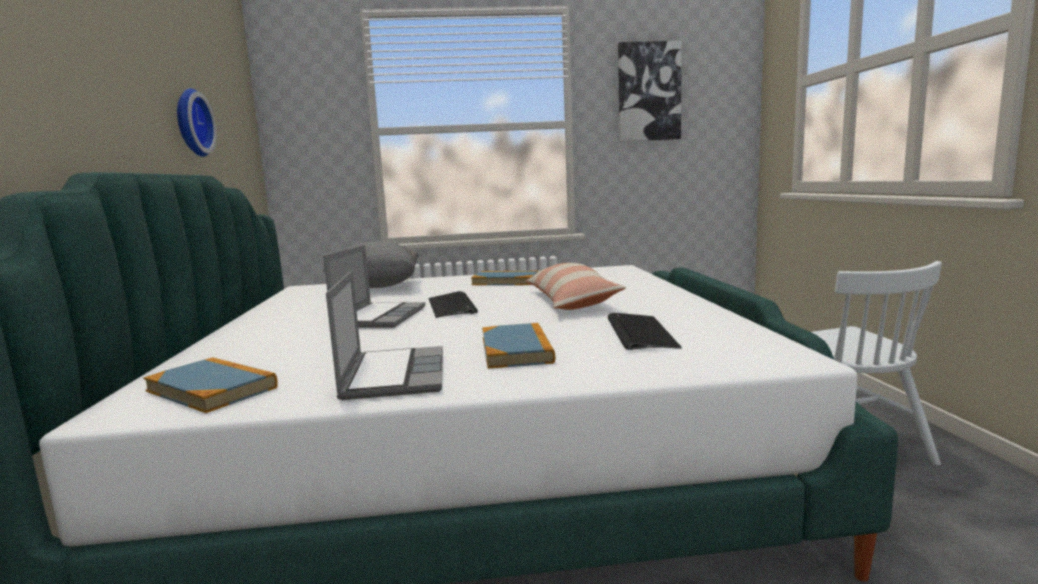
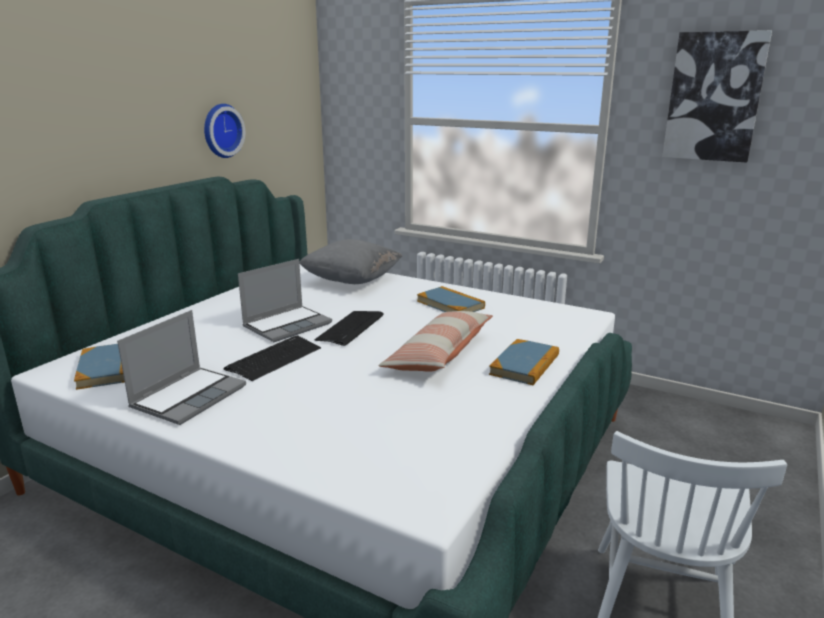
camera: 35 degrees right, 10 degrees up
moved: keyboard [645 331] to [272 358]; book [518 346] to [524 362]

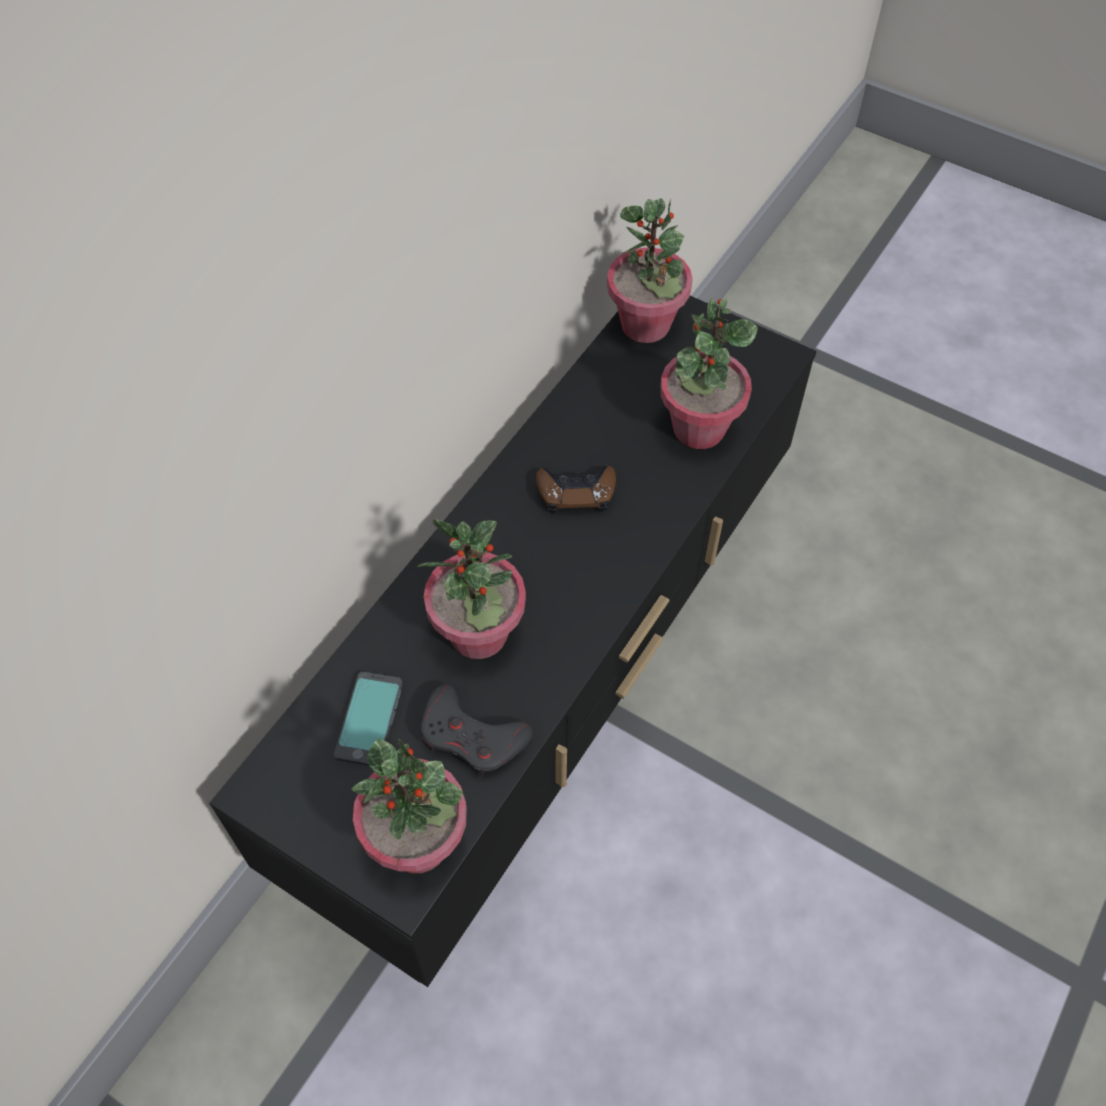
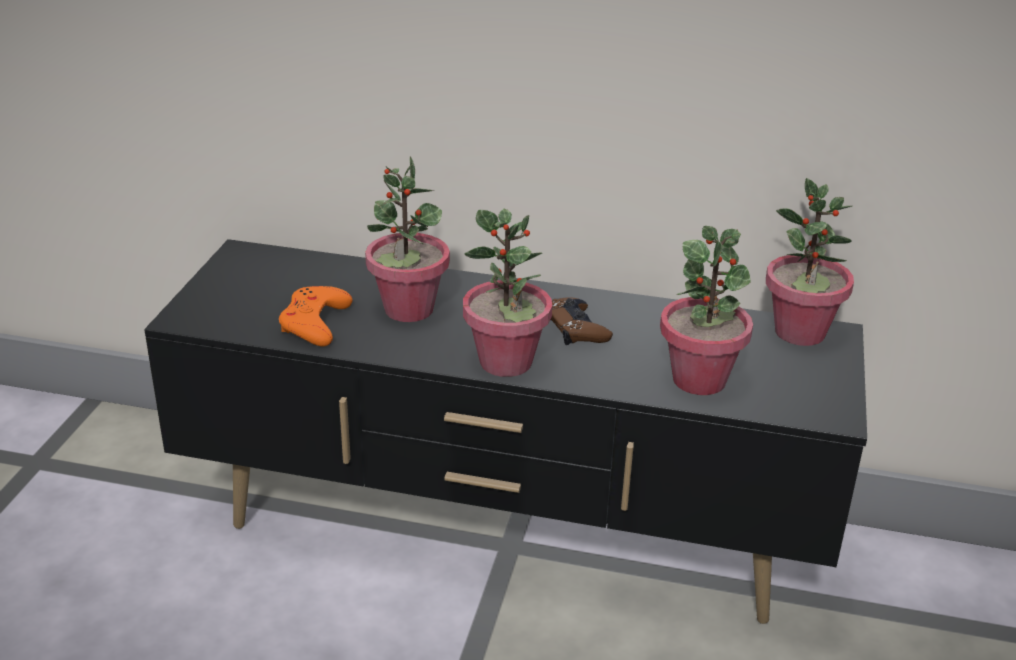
camera: 70 degrees right, 25 degrees down
removed: phone [368 719]
moved: potted plant [409 805] to [507 293]
recoloured: game controller (grey) [476 730] to game controller (orange) [316 316]

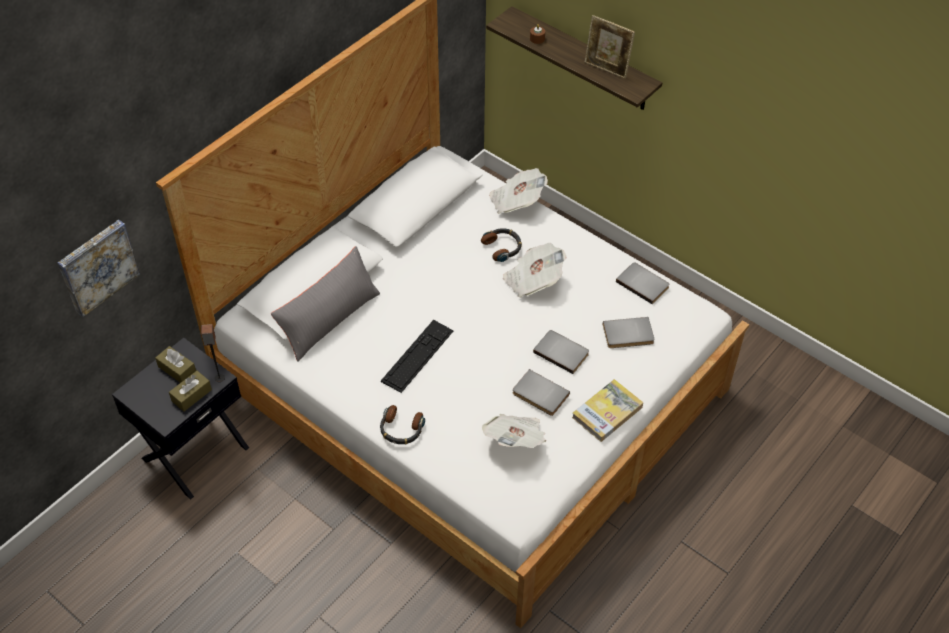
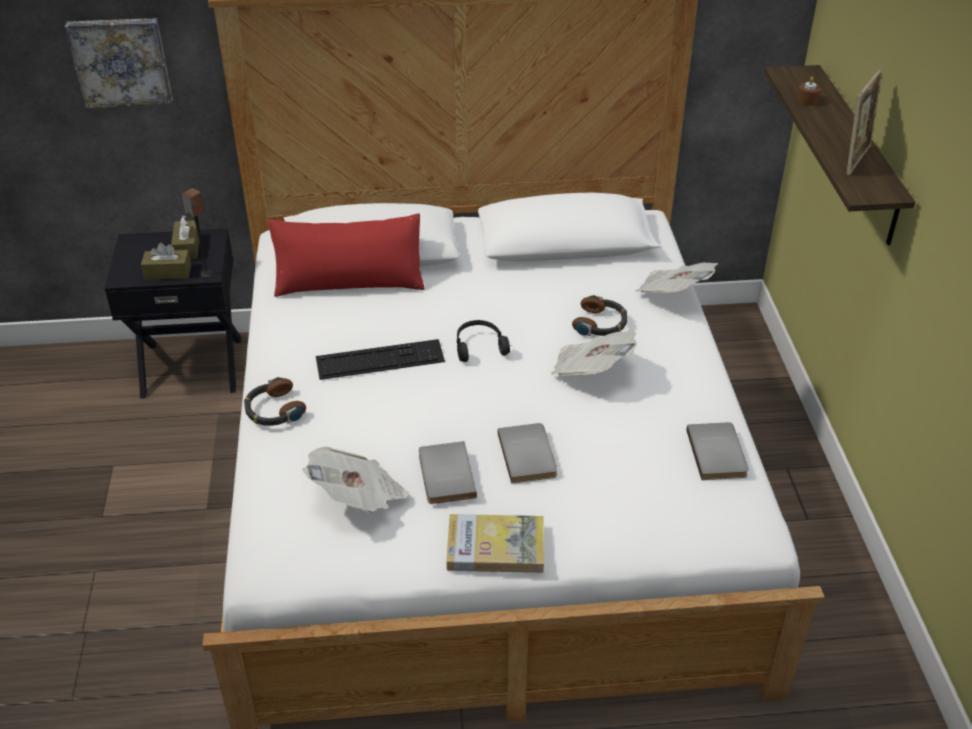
camera: 45 degrees right, 10 degrees down
removed: book (grey) [628 332]
added: headphones (black) [483 341]
recoloured: pillow (grey) [325 304] to pillow (red) [346 255]
turned: picture frame [610 47] = [864 122] 135 degrees counterclockwise

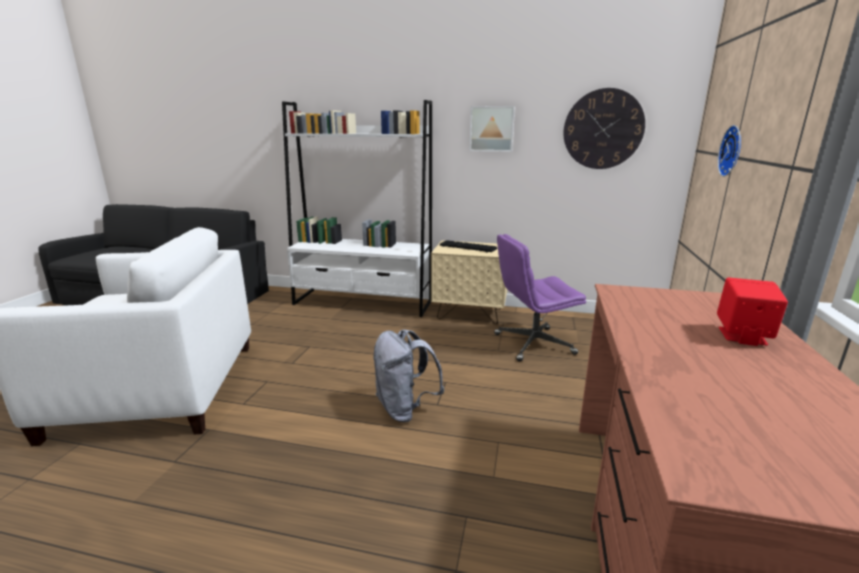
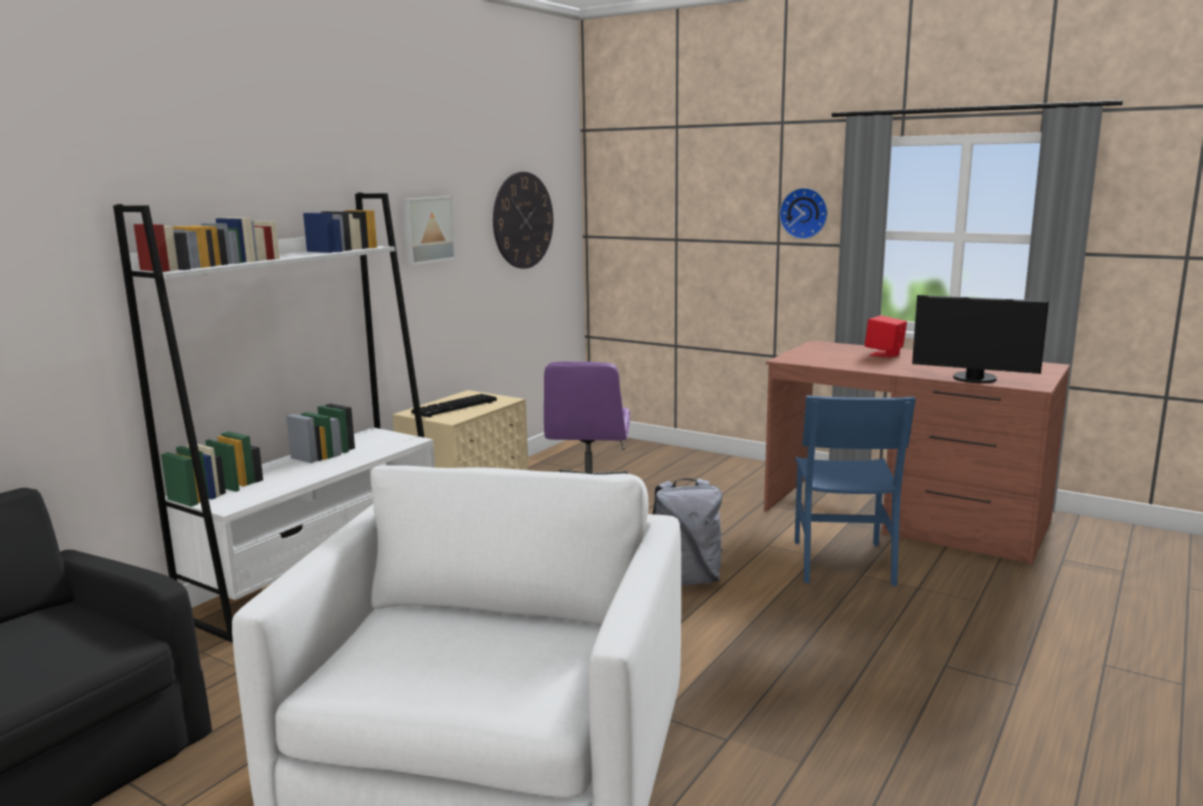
camera: 70 degrees left, 5 degrees down
added: chair (blue) [855 490]; monitor [980 339]
moved: wall clock [729 151] to [803 213]

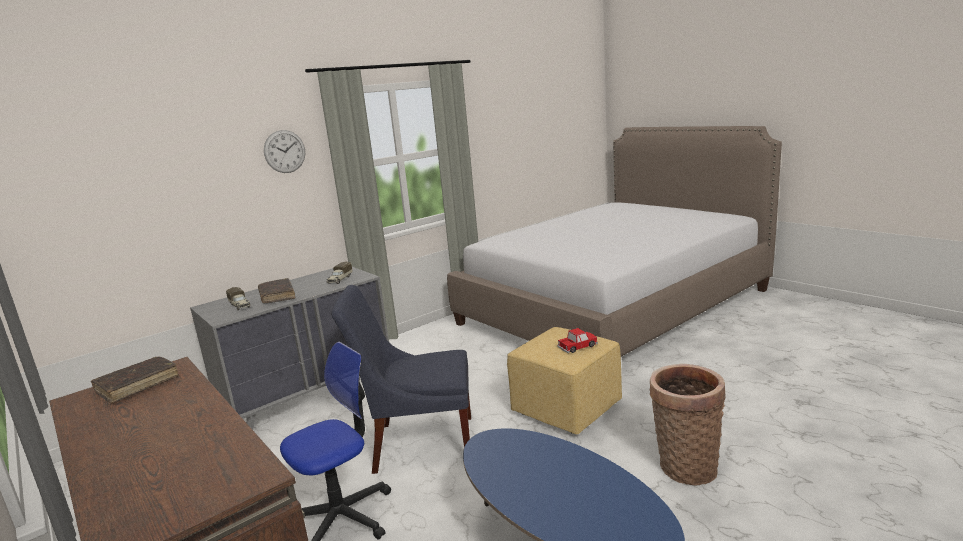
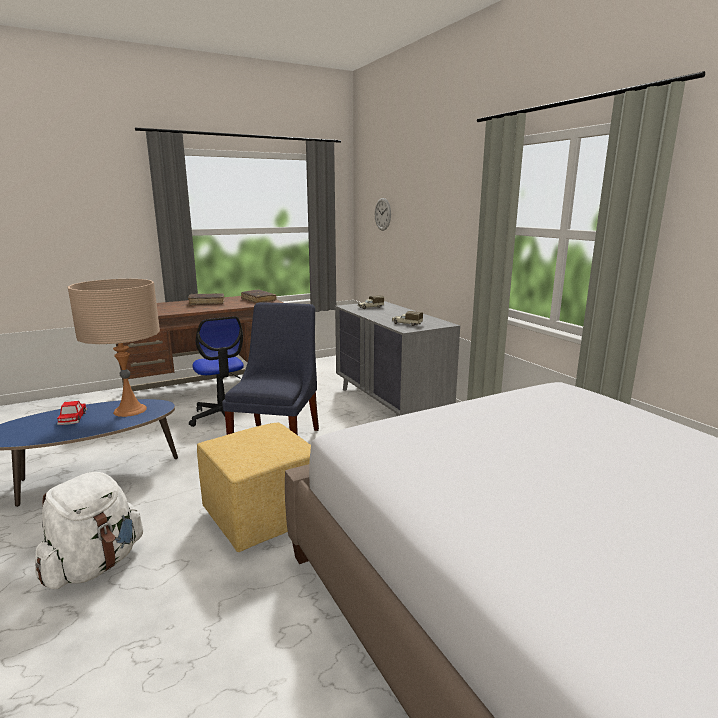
camera: 100 degrees right, 0 degrees up
added: table lamp (beige) [114 348]
moved: toy car [577 340] to [72 413]; book (brown) [277 290] to [206 299]; wall clock [284 151] to [383 214]
replaced: basket [687 424] to backpack (white) [89 530]

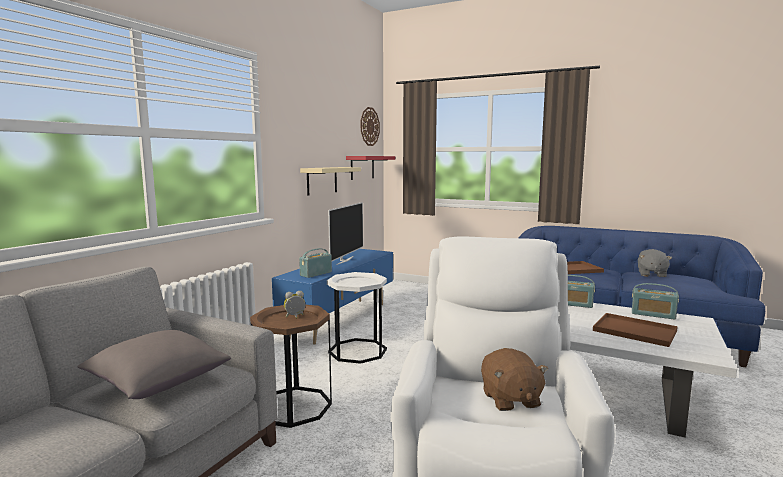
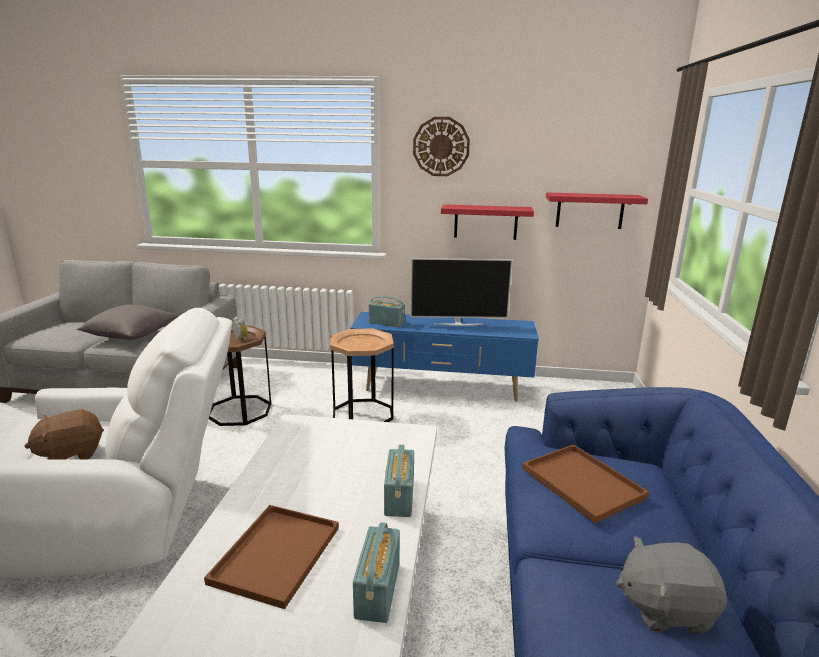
camera: 70 degrees right, 10 degrees up
moved: wall clock [370 126] to [441 146]
recoloured: side table (white) [357 318] to side table (brown) [362 375]; shelf (beige) [330 181] to shelf (red) [487 222]

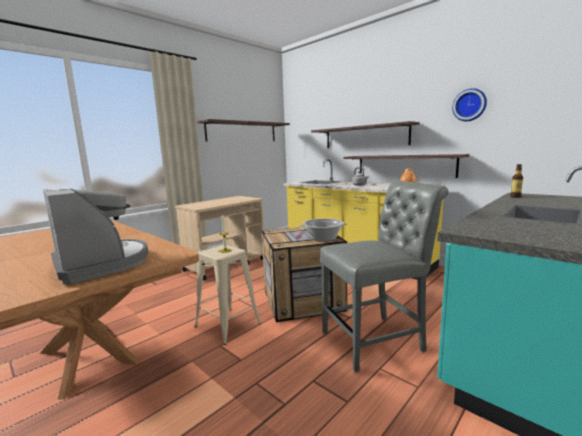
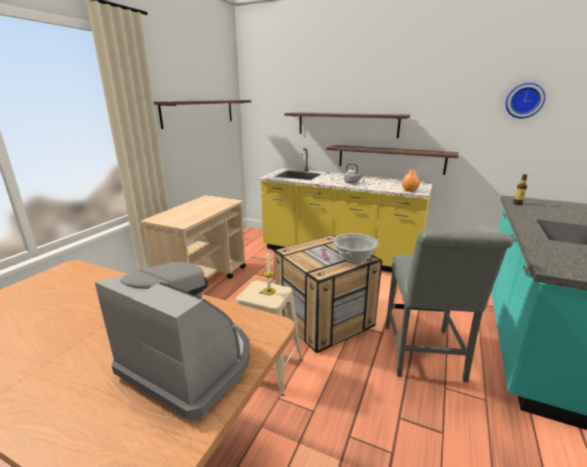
camera: 20 degrees left, 10 degrees up
moved: wall clock [469 104] to [525 100]
turned: chair (grey) [384 276] = [449 305] 135 degrees clockwise

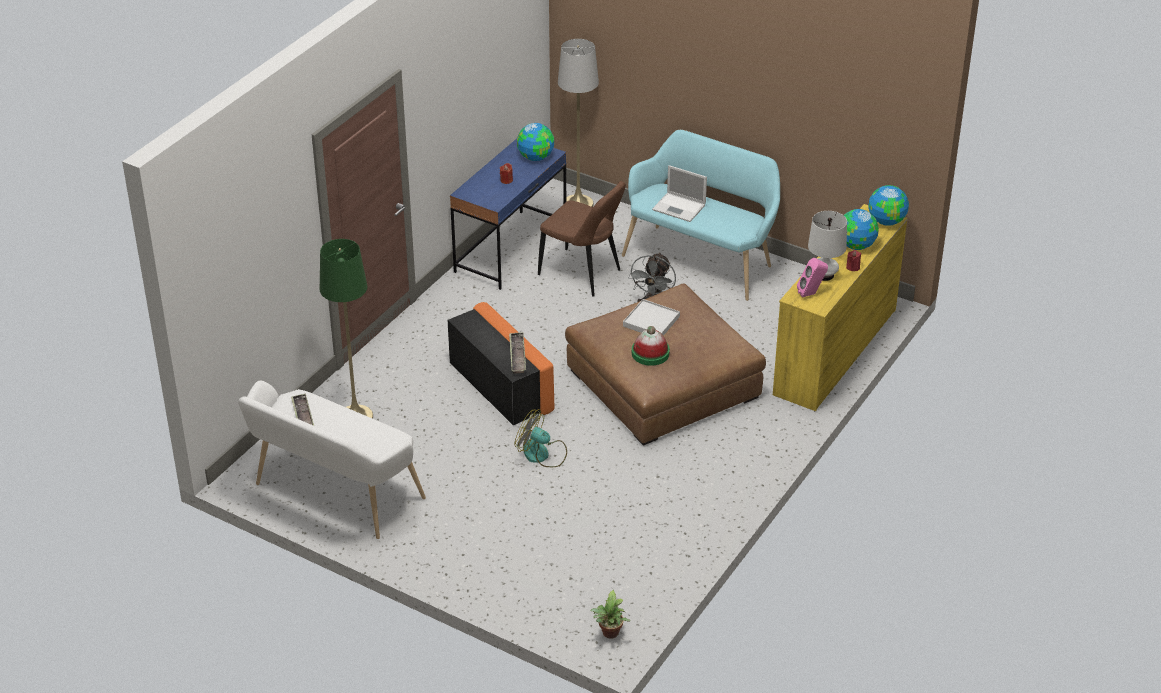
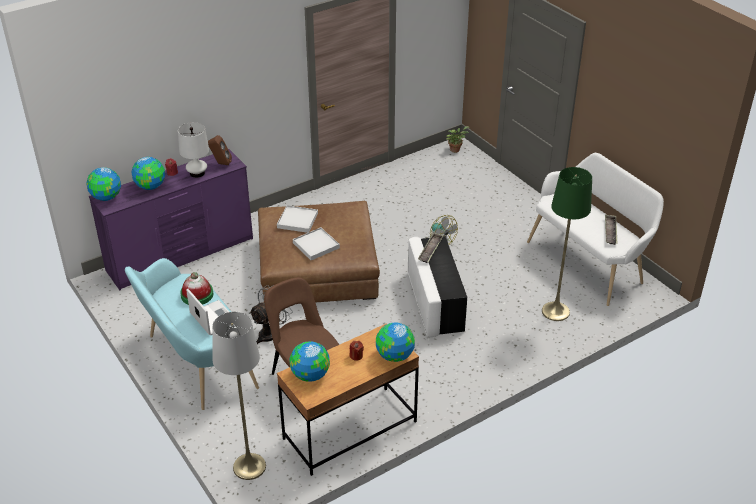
camera: 155 degrees left, 0 degrees up
added: tray (white) [297 219]; globe [395 342]
moved: hat [651 346] to [196 288]
recoloured: dresser (yellow) [840 307] to dresser (purple) [171 219]; speaker (pink) [812 277] to speaker (brown) [220 150]; desk (blue) [508 214] to desk (brown) [348 399]; ottoman (orange) [501 363] to ottoman (white) [437 286]

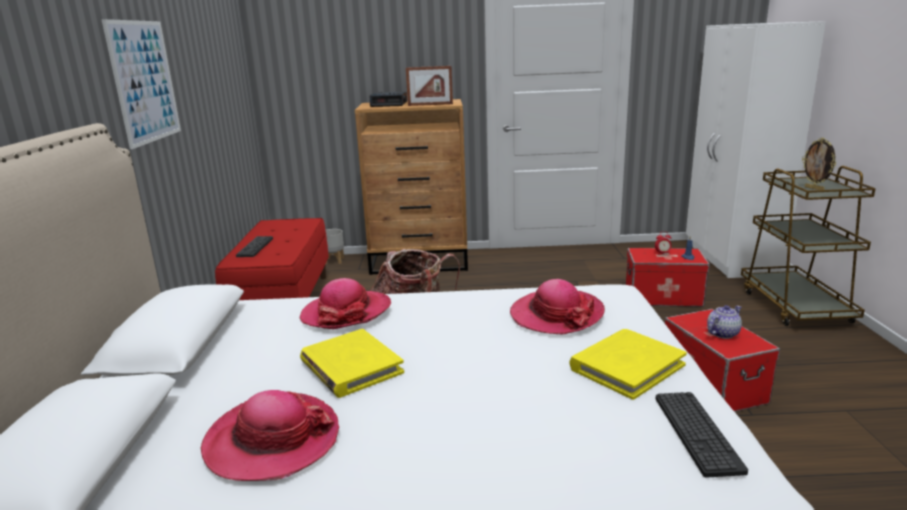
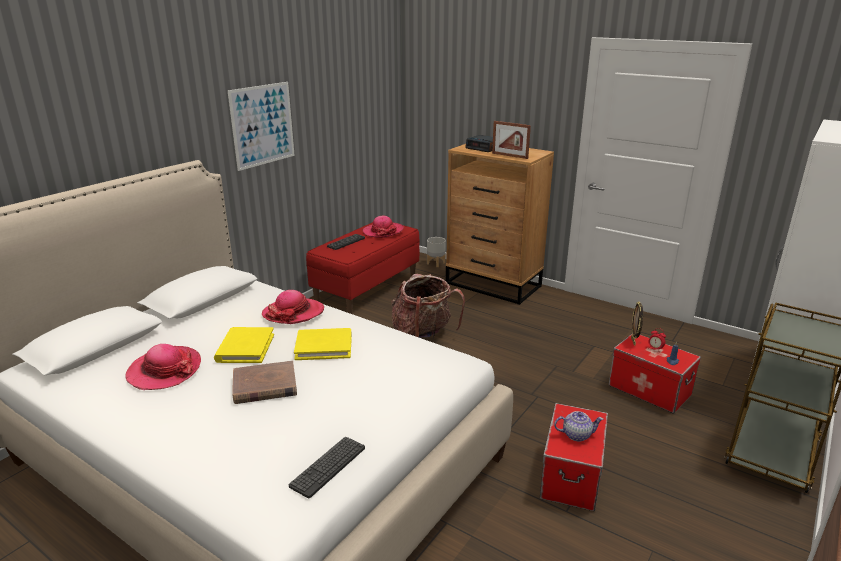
camera: 35 degrees right, 5 degrees up
added: book (brown) [264 382]
moved: book (yellow) [628 364] to [323 344]; hat [557 307] to [383 227]; picture frame [819 164] to [637 324]

